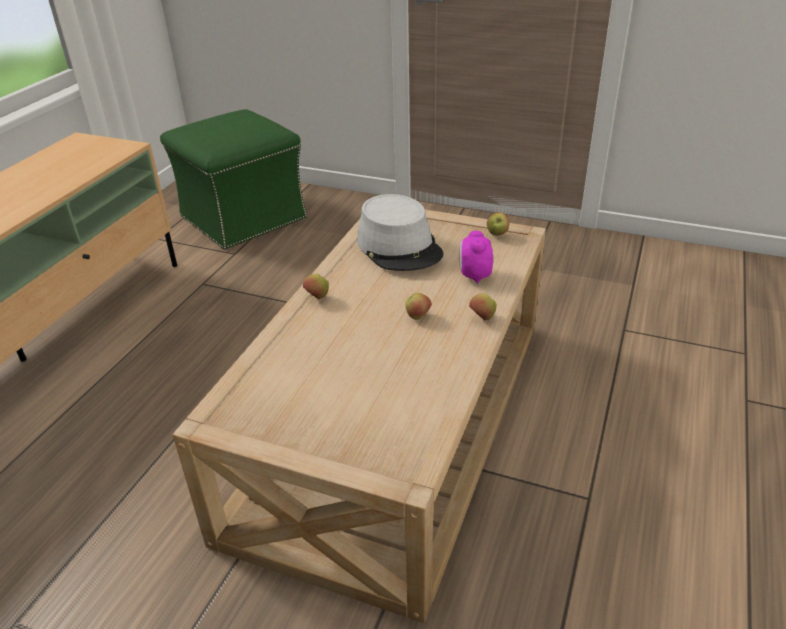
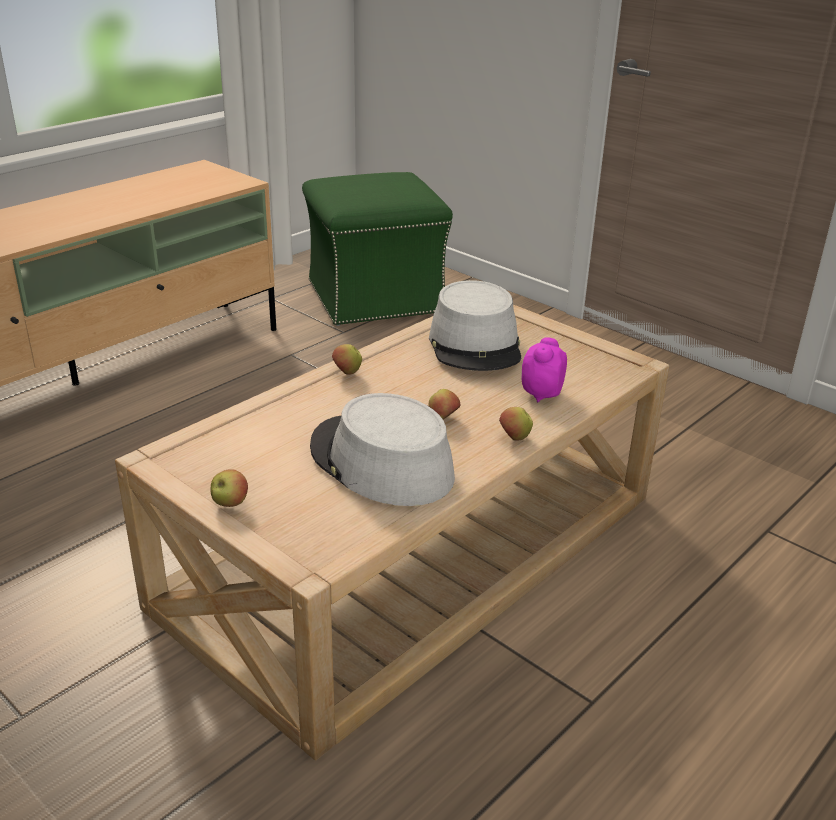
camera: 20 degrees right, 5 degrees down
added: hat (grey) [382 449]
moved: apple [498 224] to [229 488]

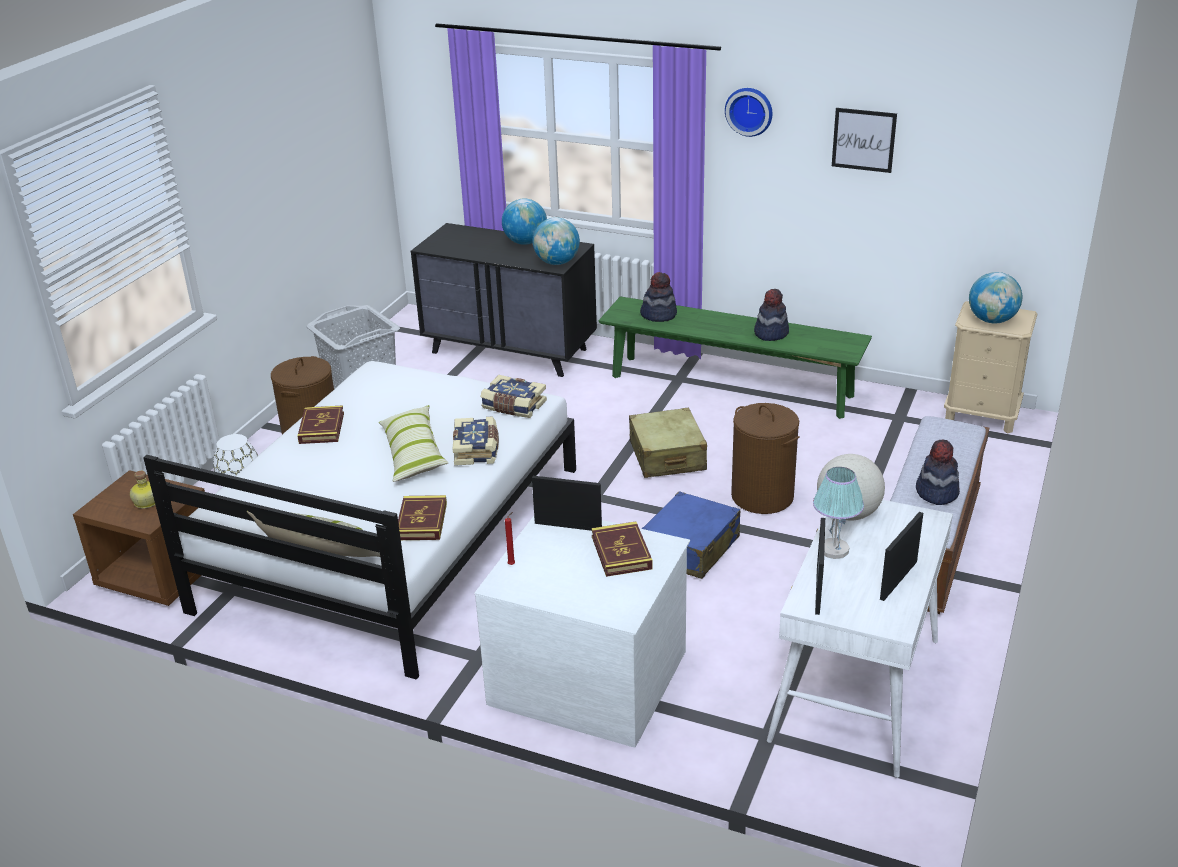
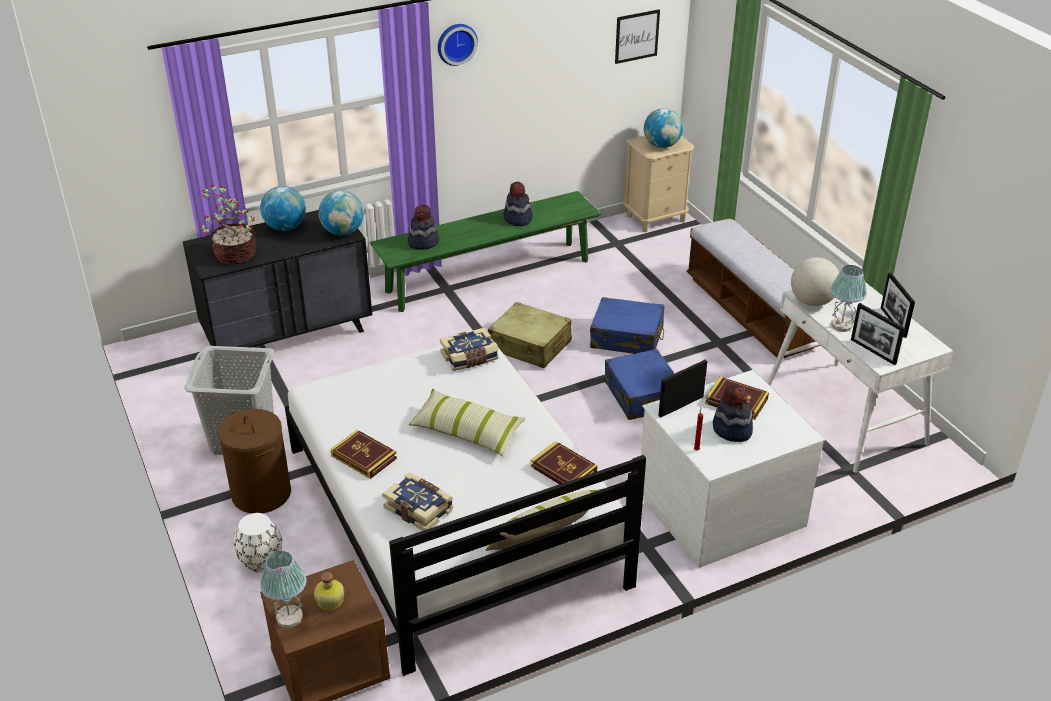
camera: 50 degrees left, 5 degrees up
added: potted plant [228 224]; table lamp [283 589]
moved: book [476 441] to [417 501]; picture [864 140] to [637 36]; hat [938 472] to [733 413]
replaced: laundry basket (brown) [765 458] to suitcase (blue) [627 325]

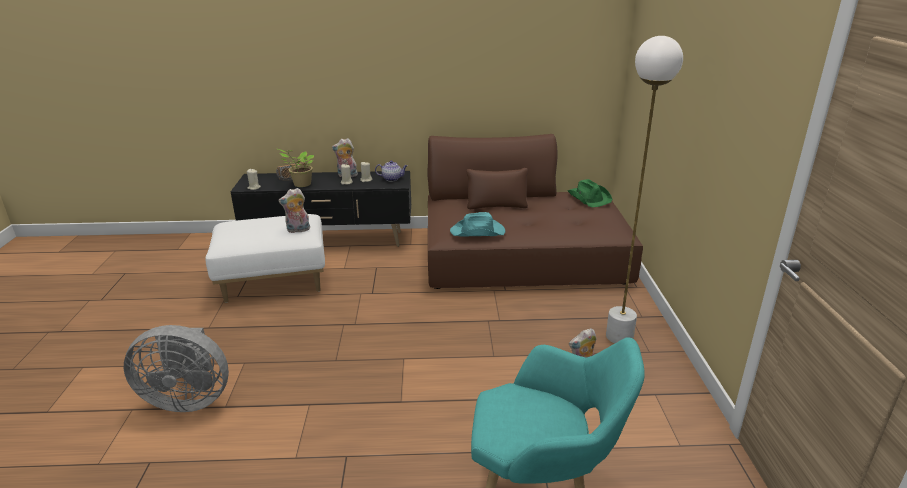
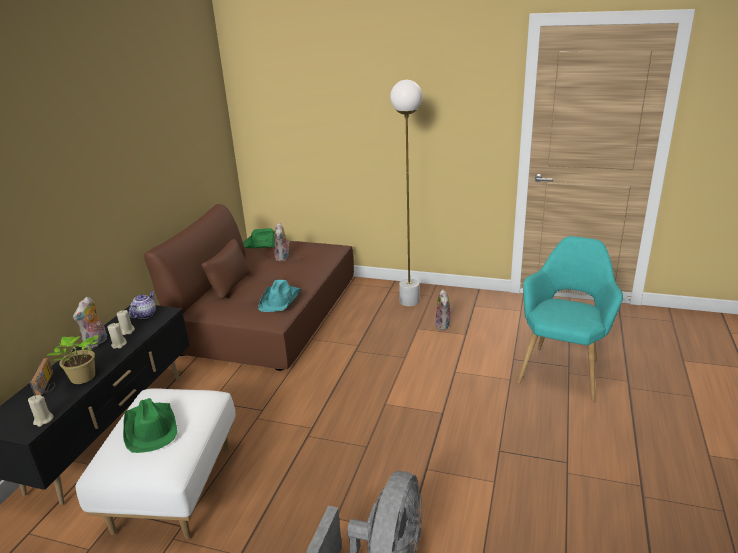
camera: 70 degrees left, 0 degrees up
added: hat (green) [150 425]
moved: plush toy [294 210] to [282 242]

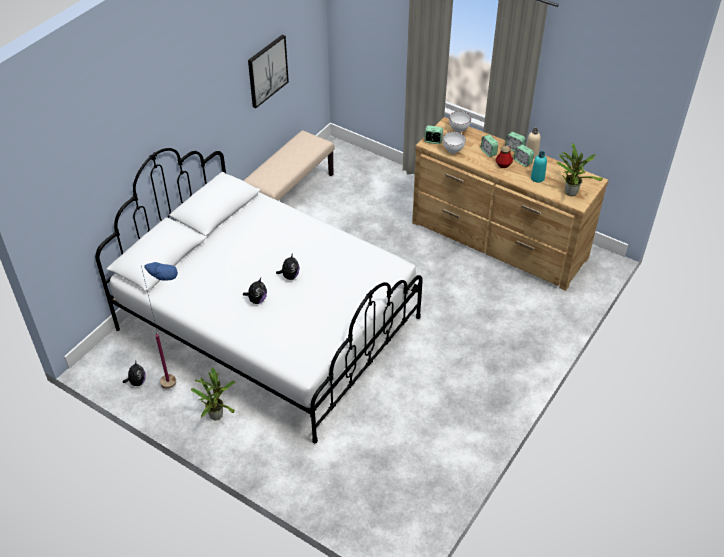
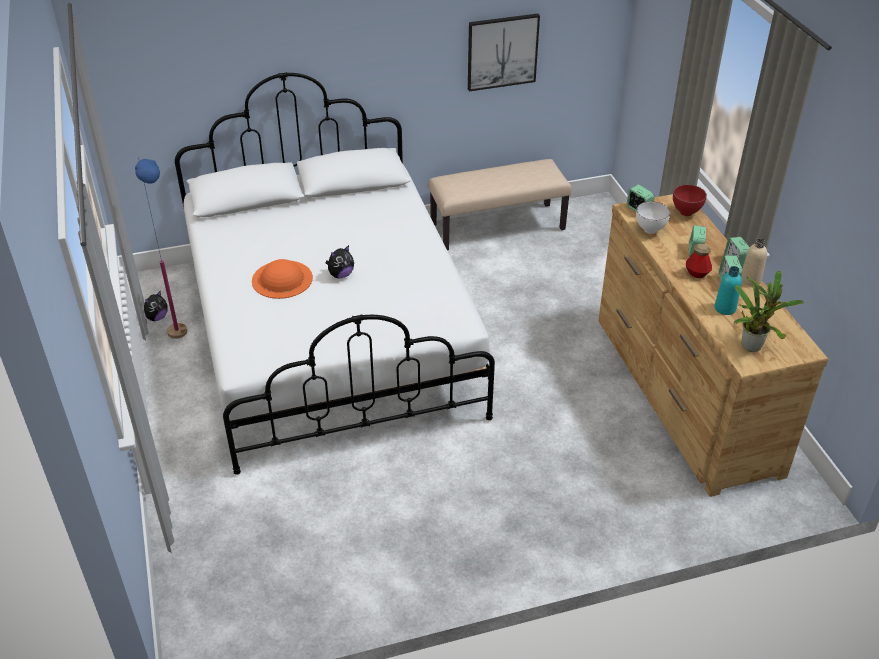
camera: 40 degrees right, 5 degrees down
removed: potted plant [213 394]
replaced: plush toy [255 291] to hat (orange) [282 279]
recoloured: bowl (white) [460 122] to bowl (red) [690 200]

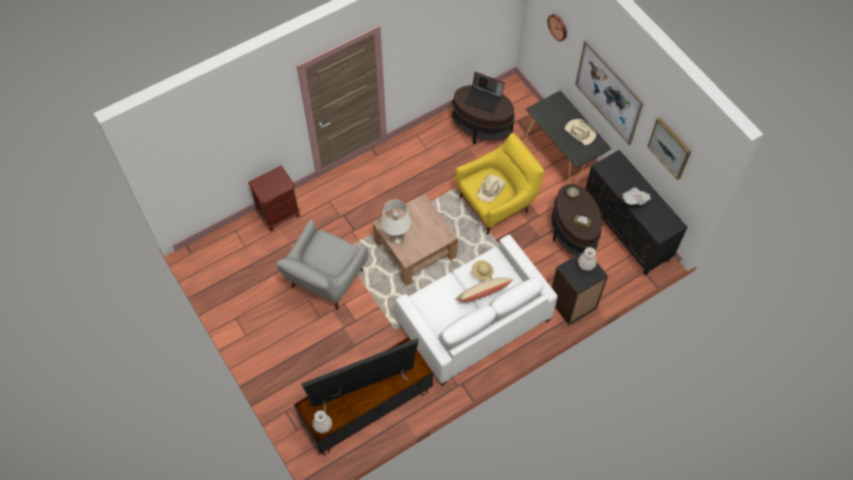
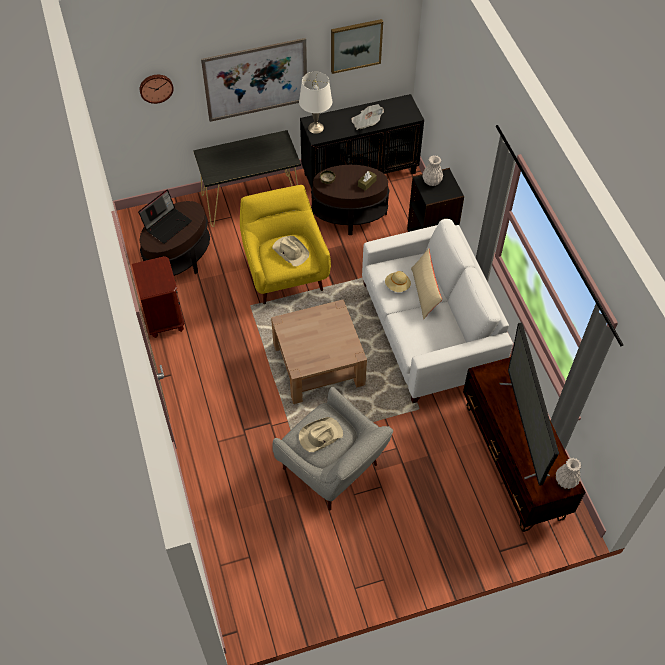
camera: 75 degrees left, 5 degrees down
moved: nightstand (brown) [274 198] to [158 297]; table lamp (white) [396 221] to [315 103]; hat (beige) [580 132] to [321 434]

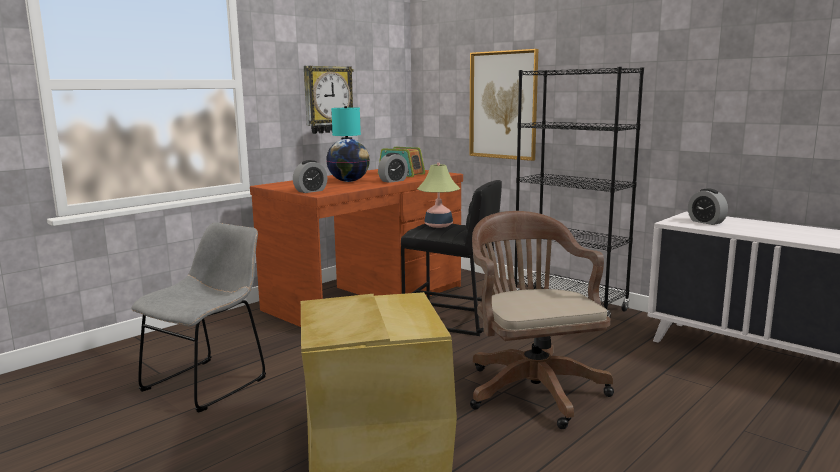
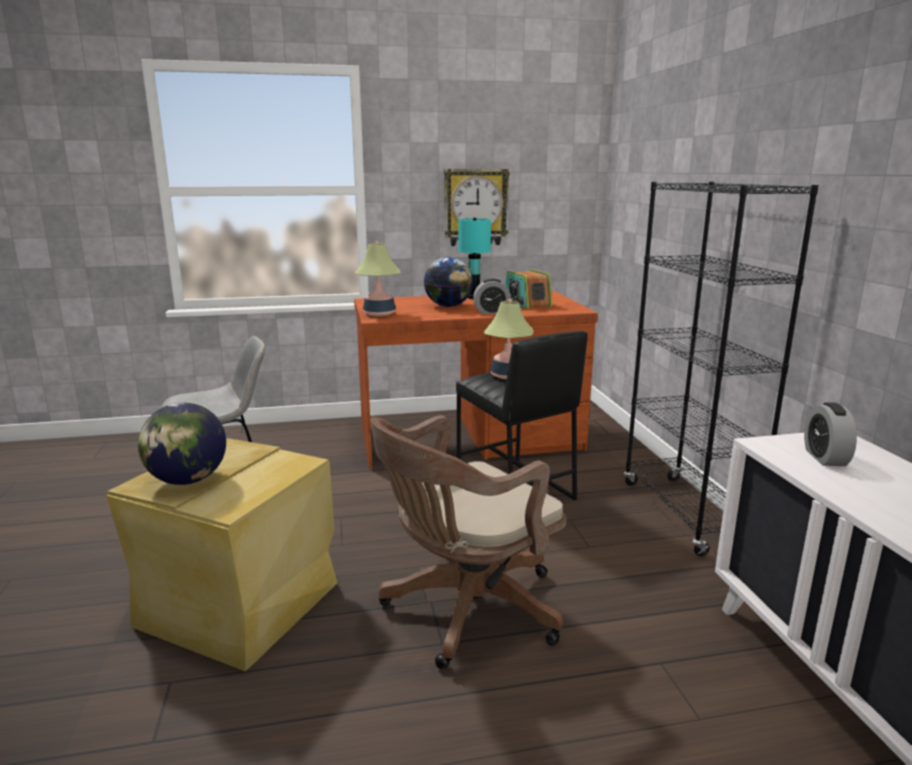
camera: 35 degrees right, 5 degrees up
removed: picture [503 105]
added: globe [182 444]
replaced: alarm clock [310 176] to table lamp [377 279]
turned: office chair (brown) [542 320] = [468 542] 150 degrees counterclockwise

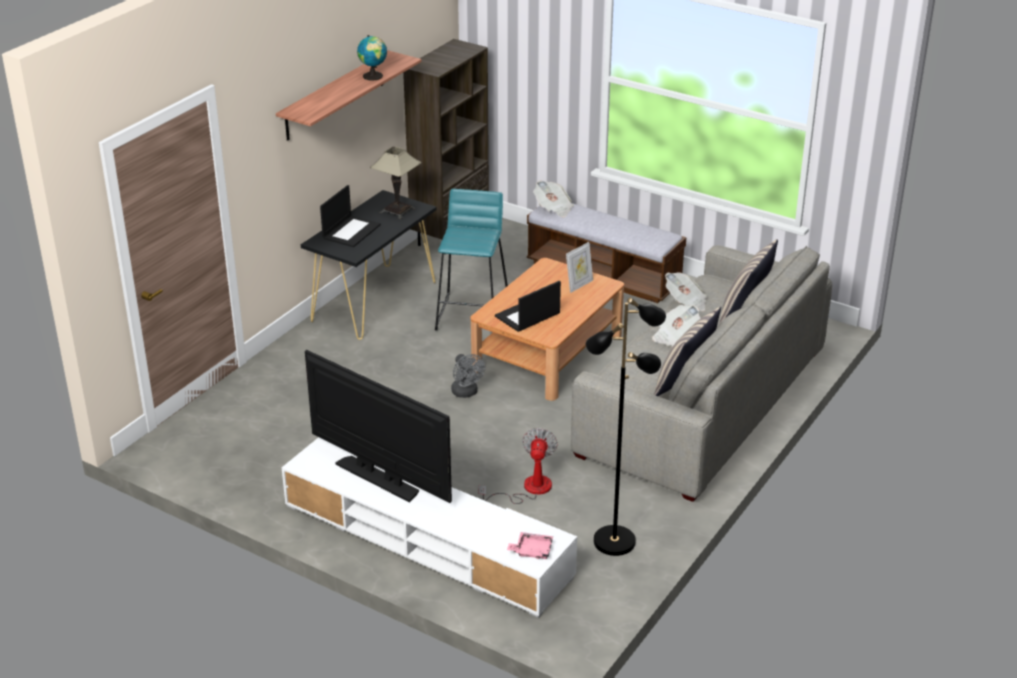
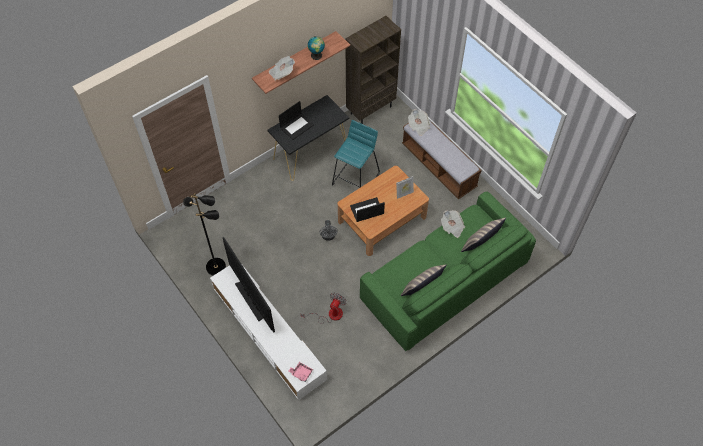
camera: 20 degrees right, 25 degrees up
removed: table lamp [395 182]
moved: floor lamp (black) [626 427] to [204 234]; newspaper [676 326] to [282 68]
recoloured: sofa (grey) [701 373] to sofa (green) [448 271]

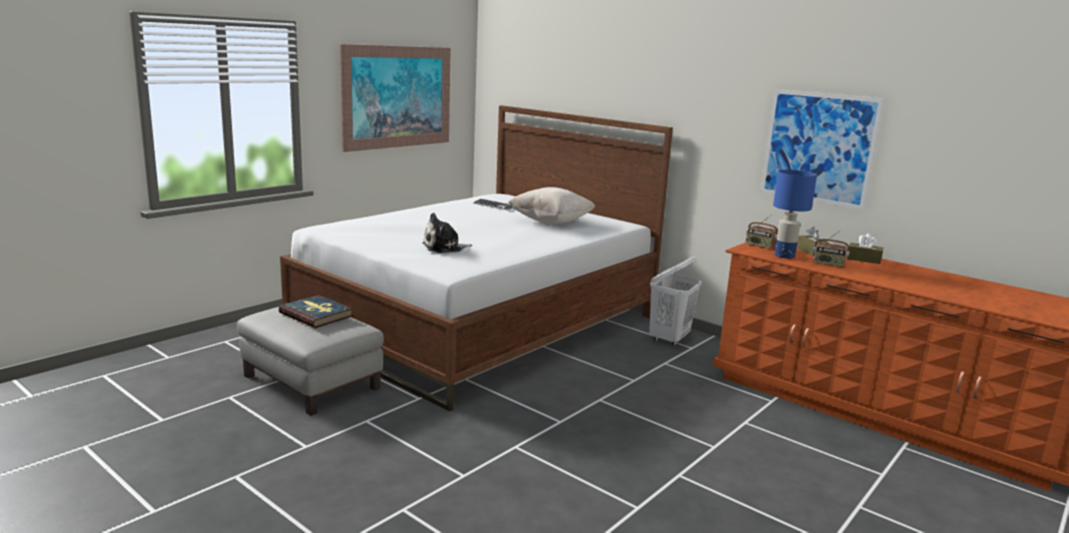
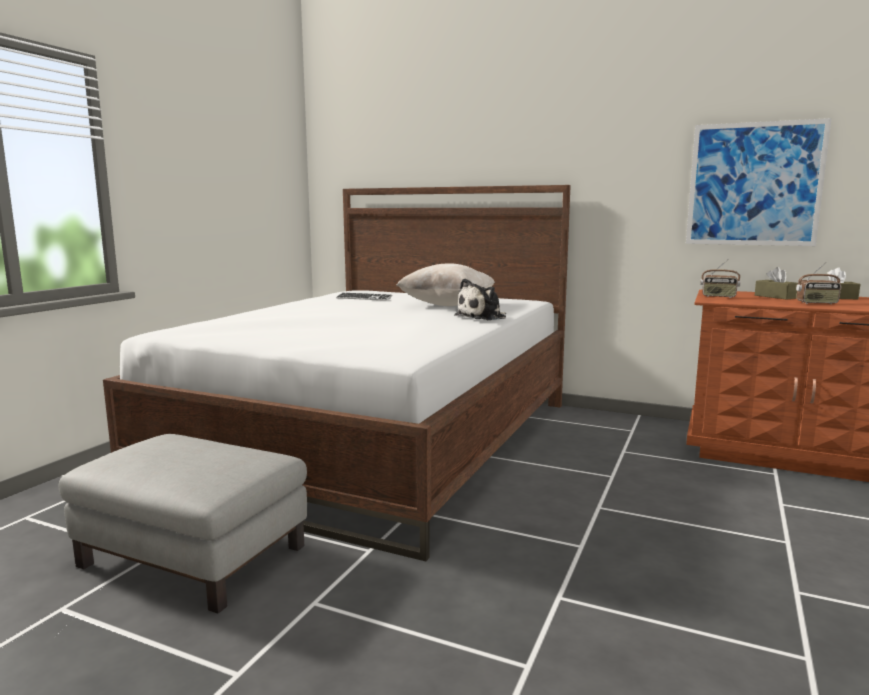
camera: 15 degrees left, 5 degrees down
removed: book [316 311]; picture [395 98]; laundry basket (white) [675 301]; table lamp (blue) [795 214]
moved: plush toy [447 233] to [480 299]

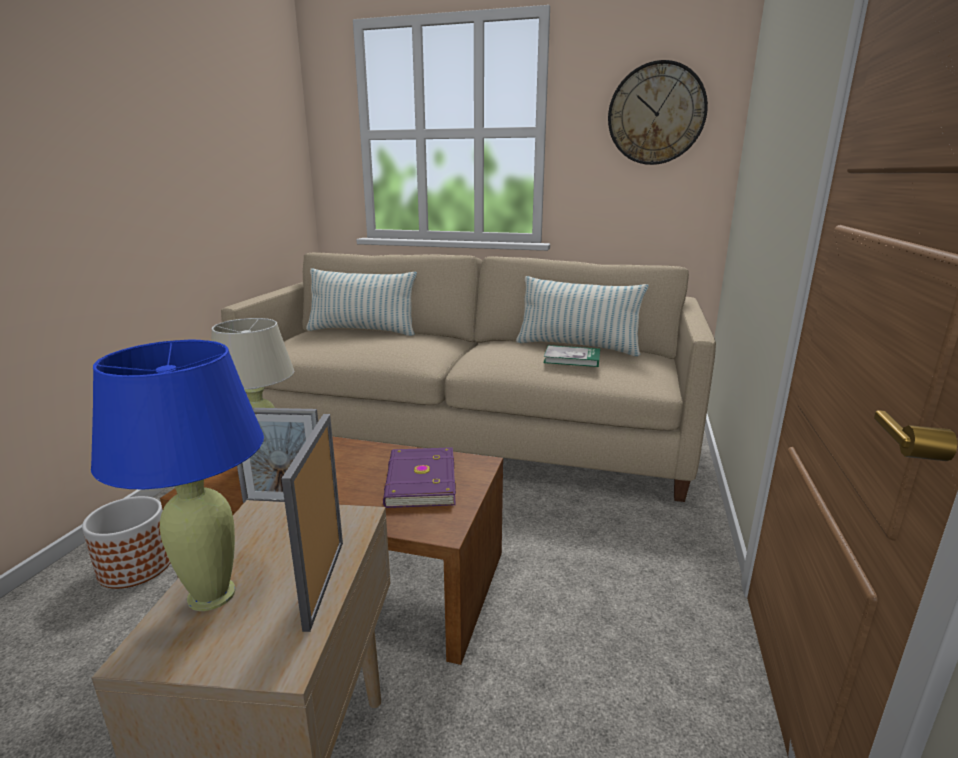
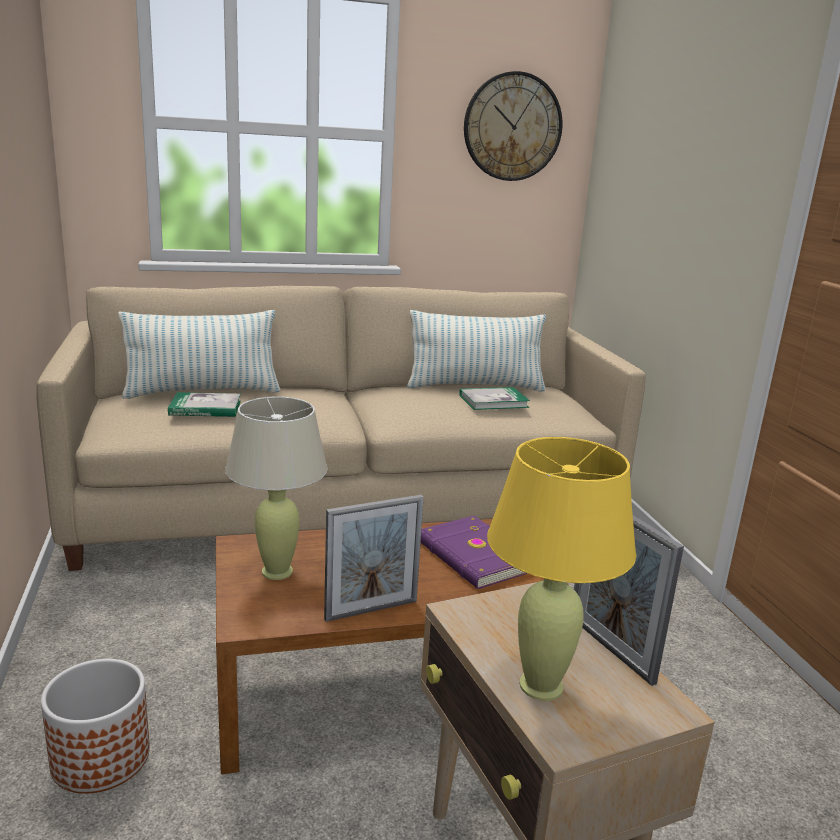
camera: 30 degrees left, 0 degrees up
added: book [204 404]
recoloured: table lamp (blue) [177 475] to table lamp (yellow) [561 569]

